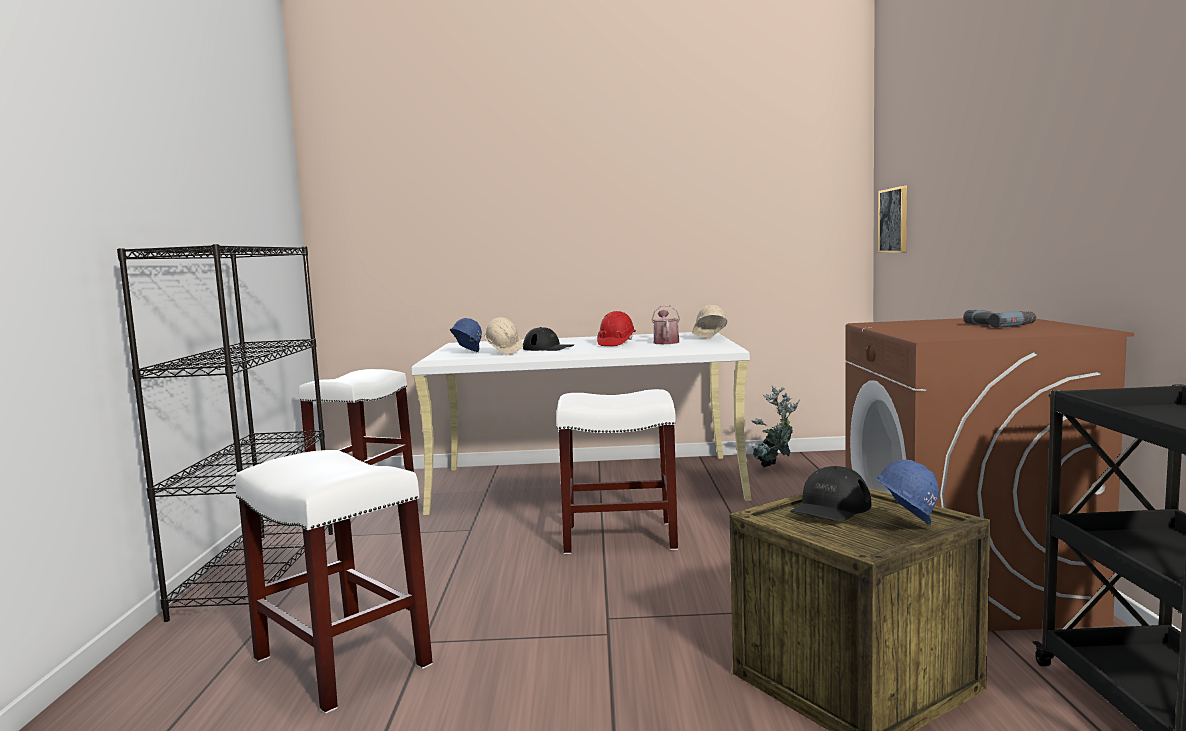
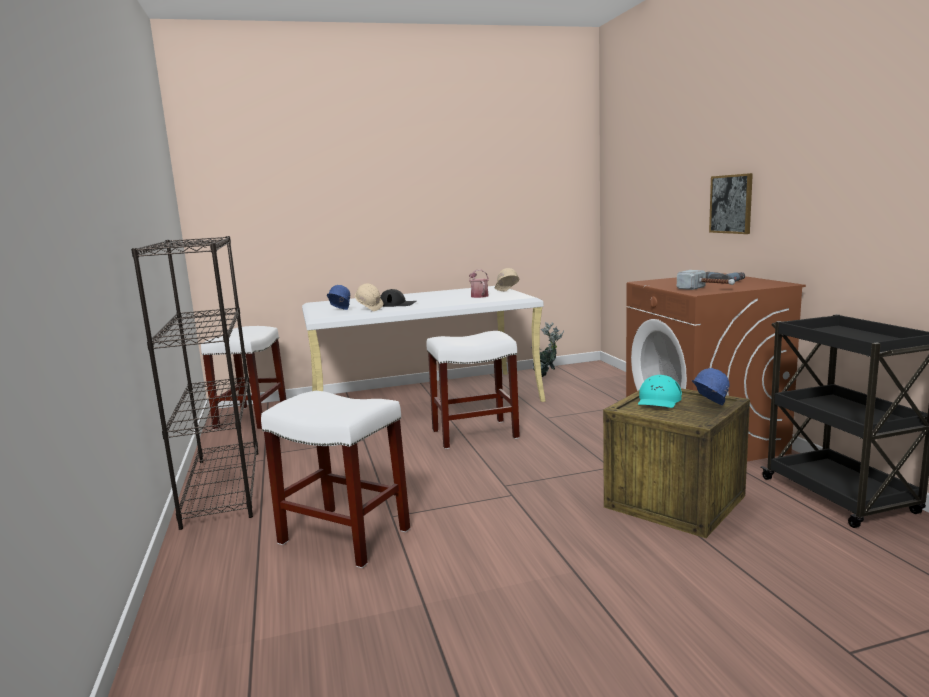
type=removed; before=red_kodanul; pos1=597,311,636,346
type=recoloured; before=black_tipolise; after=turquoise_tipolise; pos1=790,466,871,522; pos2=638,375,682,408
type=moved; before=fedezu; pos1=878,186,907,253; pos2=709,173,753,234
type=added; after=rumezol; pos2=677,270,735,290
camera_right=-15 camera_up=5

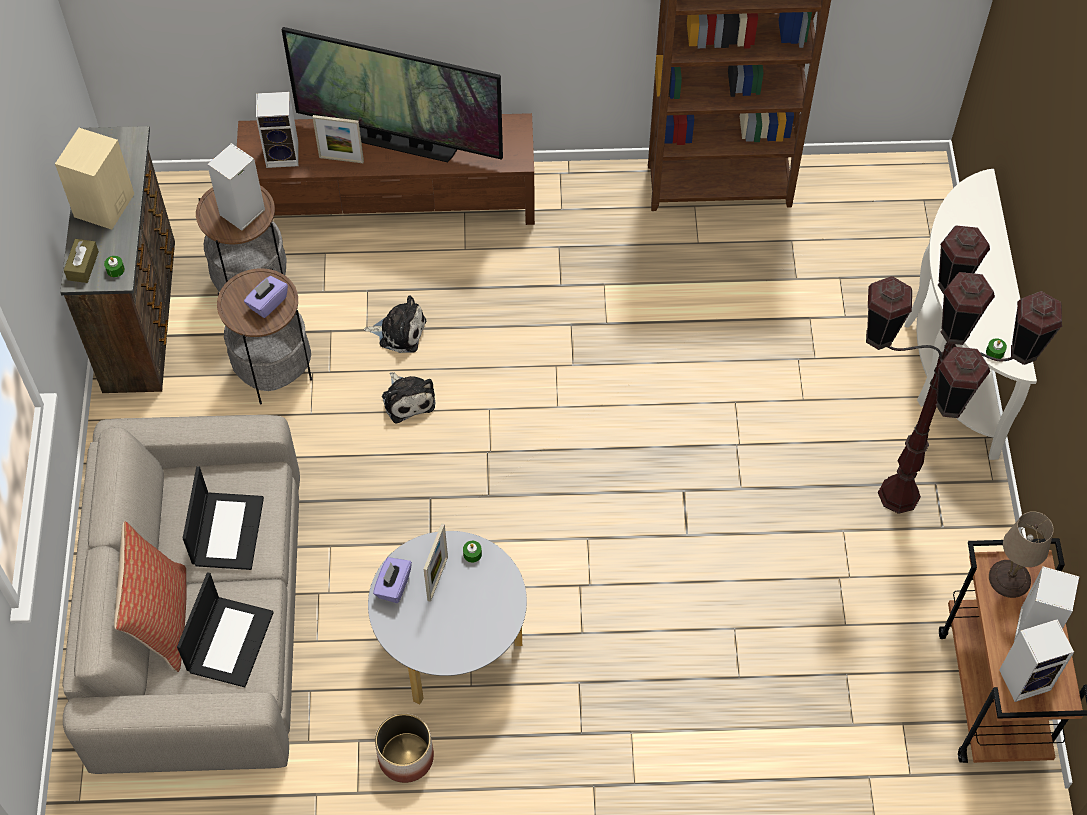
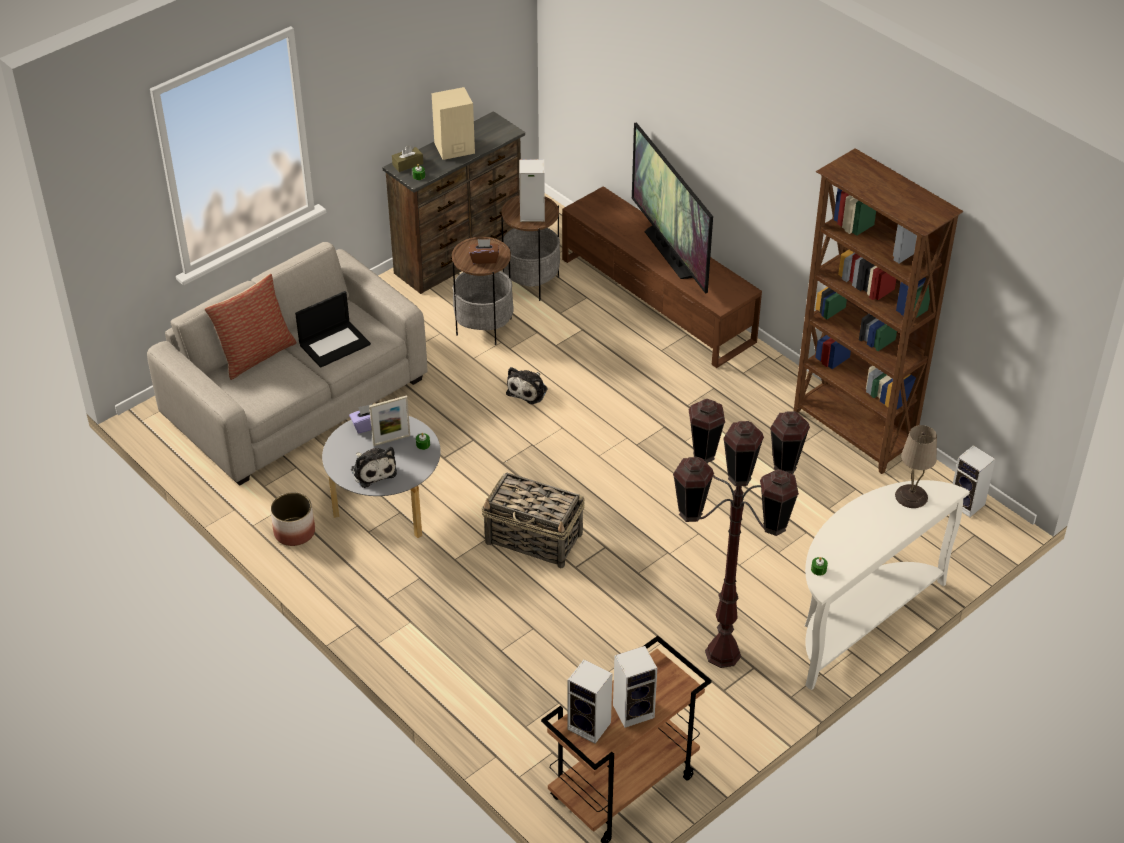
type=removed; before=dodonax; pos1=177,572,274,687
type=recoloured; before=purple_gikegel; after=brown_gikegel; pos1=244,276,288,318; pos2=469,239,499,264
type=moved; before=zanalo; pos1=256,92,299,168; pos2=953,445,996,517
type=removed; before=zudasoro; pos1=313,115,364,163
type=moved; before=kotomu; pos1=364,295,426,353; pos2=351,447,397,488
type=moved; before=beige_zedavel; pos1=989,511,1054,598; pos2=895,425,937,508
type=added; after=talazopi; pos2=482,472,585,569
camera_right=50 camera_up=-15

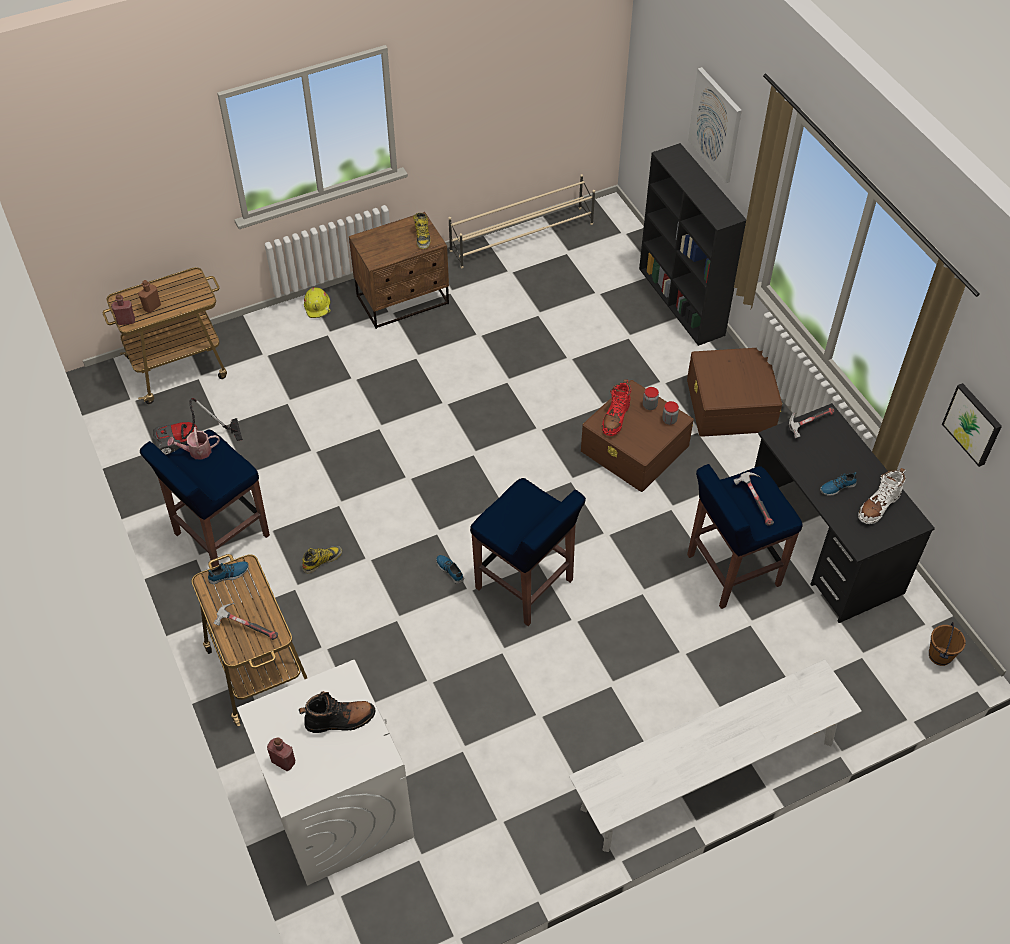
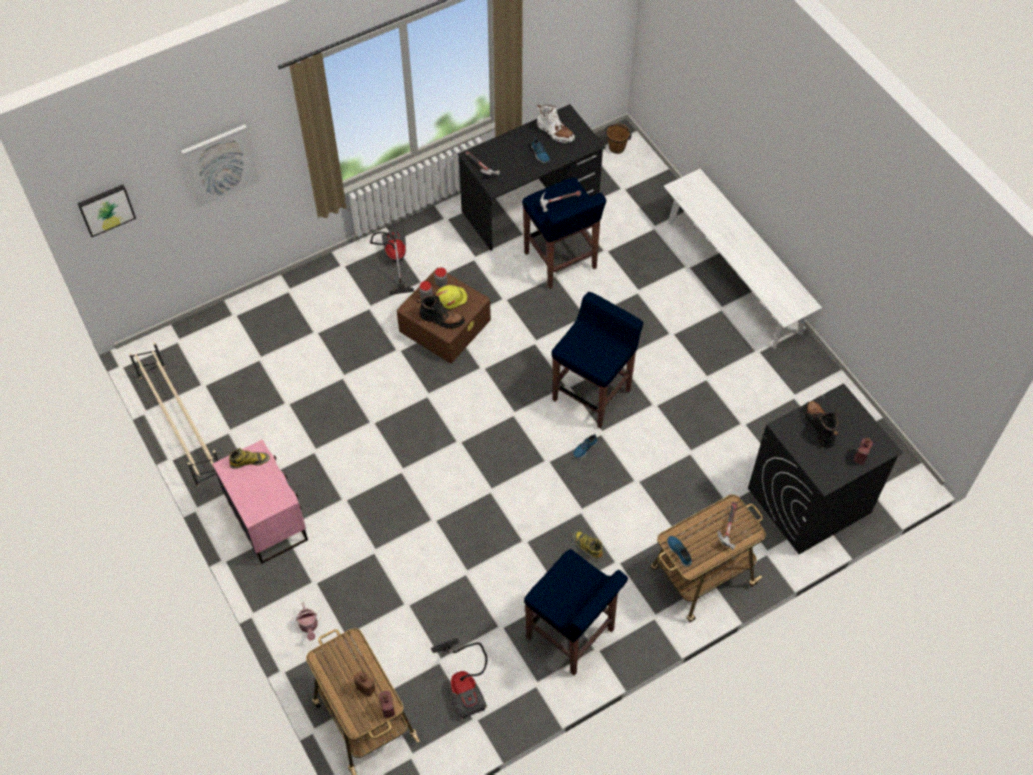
type=moved; before=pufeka; pos1=167,427,220,460; pos2=296,602,318,641
type=recoloured; before=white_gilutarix; after=black_gilutarix; pos1=237,660,414,886; pos2=748,383,903,554
type=moved; before=yellow_kodanul; pos1=304,287,331,318; pos2=436,285,467,309
type=recoloured; before=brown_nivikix; after=pink_nivikix; pos1=349,212,449,329; pos2=212,440,308,564
type=recoloured; before=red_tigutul; after=black_tigutul; pos1=602,379,631,436; pos2=417,295,465,328
type=removed; before=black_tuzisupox; pos1=639,143,746,346
type=replaced; before=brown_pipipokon; after=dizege; pos1=687,348,782,437; pos2=370,230,414,295
type=moved; before=fedezu; pos1=942,383,1002,467; pos2=77,184,136,237
camera_right=-95 camera_up=5

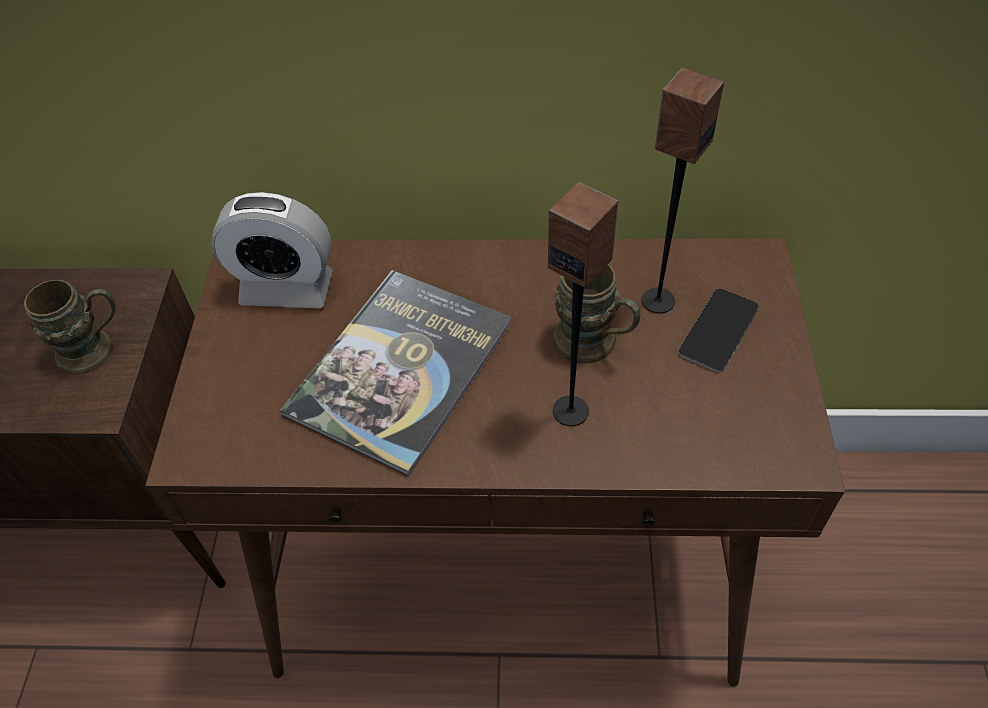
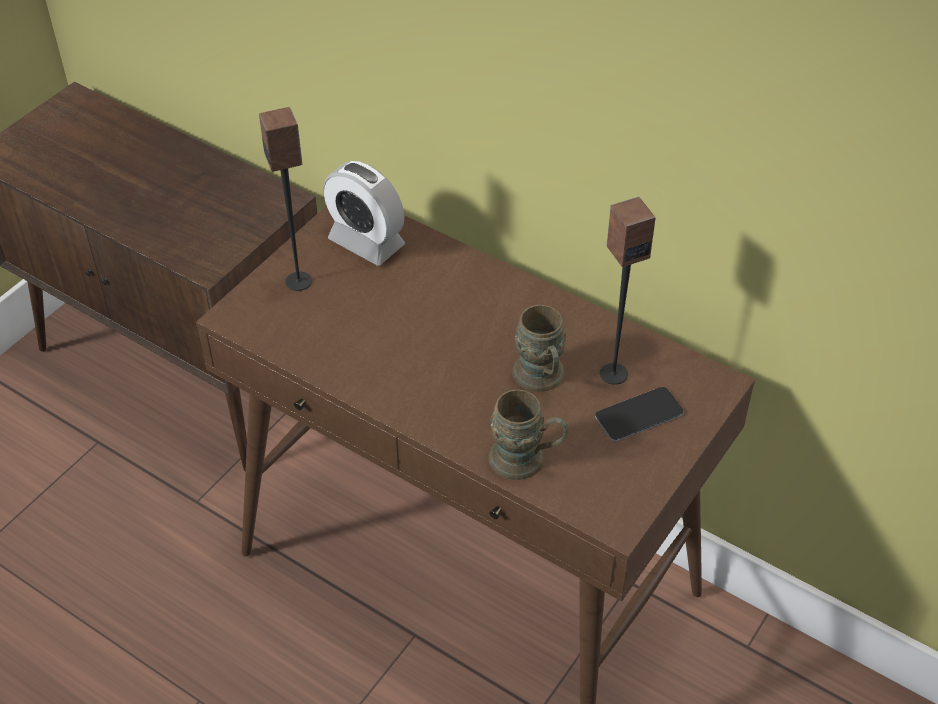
type=moved; before=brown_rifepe; pos1=24,280,116,375; pos2=488,389,568,480
type=removed; before=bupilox; pos1=280,270,511,476
type=moved; before=zanalo; pos1=548,182,618,426; pos2=259,107,312,291
camera_right=30 camera_up=-5

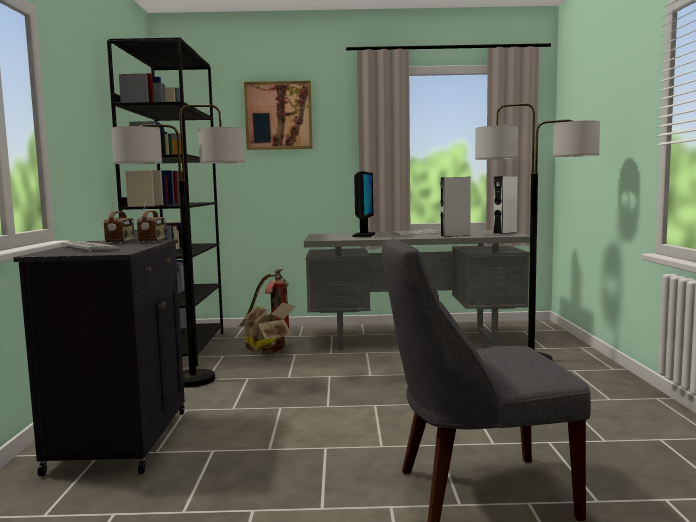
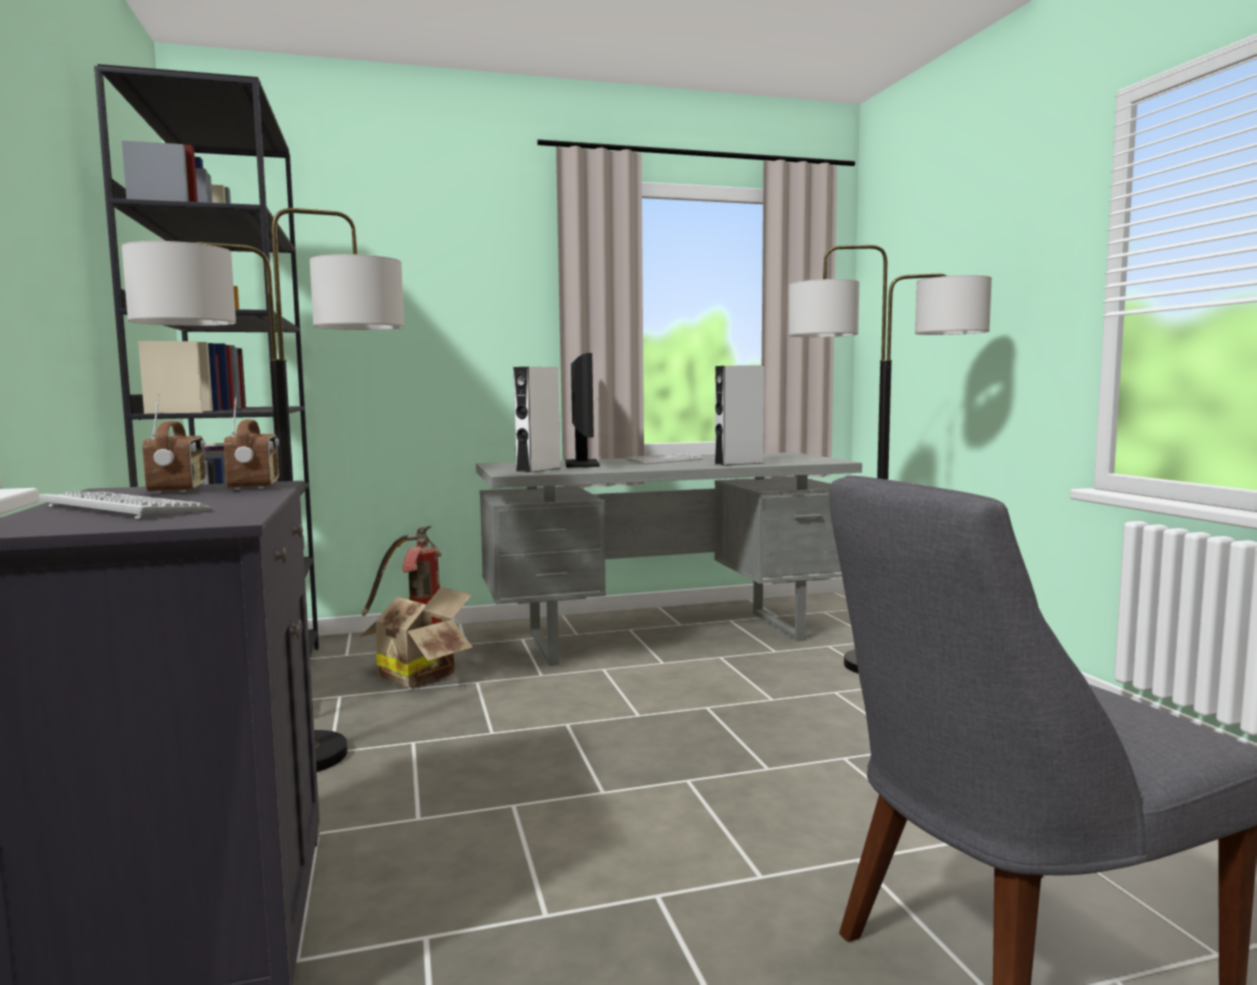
type=removed; before=fedezu; pos1=244,81,313,150
type=moved; before=white_zanalo; pos1=493,176,518,234; pos2=513,367,560,473
camera_right=-15 camera_up=0

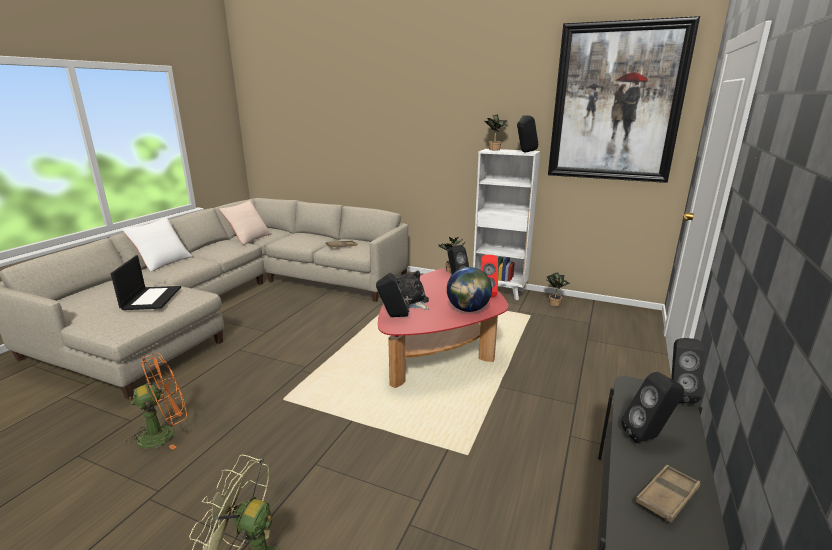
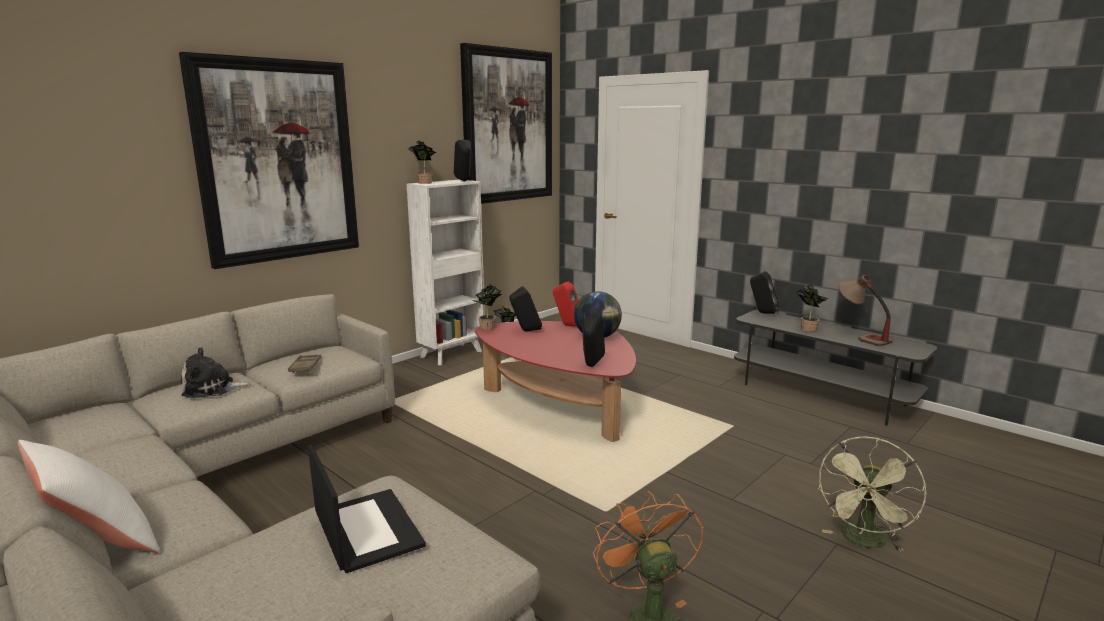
type=turned; before=dodonax; pos1=111,255,181,310; pos2=308,445,426,573; turn=45
type=removed; before=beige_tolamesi; pos1=219,200,272,245
type=moved; before=kotomu; pos1=396,271,429,310; pos2=181,347,251,398
type=replaced; before=black_zanalo; after=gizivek; pos1=621,372,684,443; pos2=796,284,828,332
type=replaced; before=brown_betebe; after=zedavel; pos1=636,465,701,523; pos2=838,275,893,346
type=added; after=fedezu; pos2=179,52,359,269
camera_right=-70 camera_up=-5

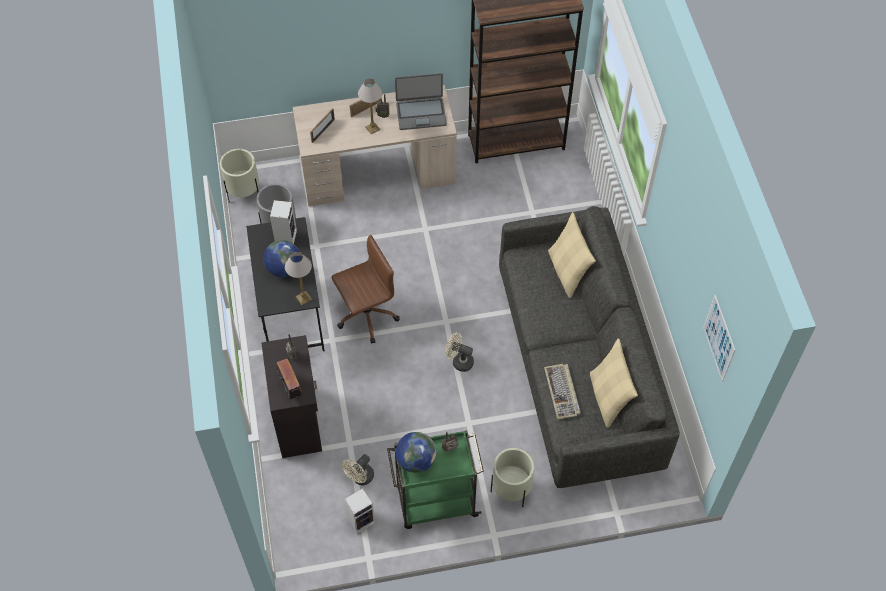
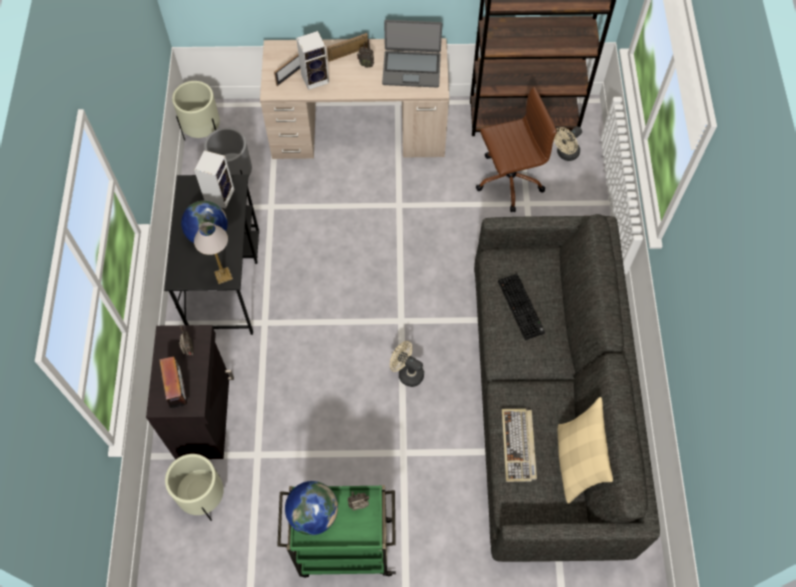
type=moved; before=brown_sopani; pos1=331,235,400,344; pos2=476,86,557,212
type=moved; before=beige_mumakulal; pos1=342,454,374,485; pos2=554,126,582,161
type=moved; before=zanalo; pos1=344,488,375,534; pos2=296,31,329,90
type=removed; before=zedavel; pos1=358,79,383,134
type=moved; before=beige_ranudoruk; pos1=491,448,534,507; pos2=165,454,224,521
type=removed; before=beige_tolamesi; pos1=548,212,596,298
type=removed; before=fedezu; pos1=703,295,735,382
type=added; after=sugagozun; pos2=498,274,545,340
camera_right=10 camera_up=5

